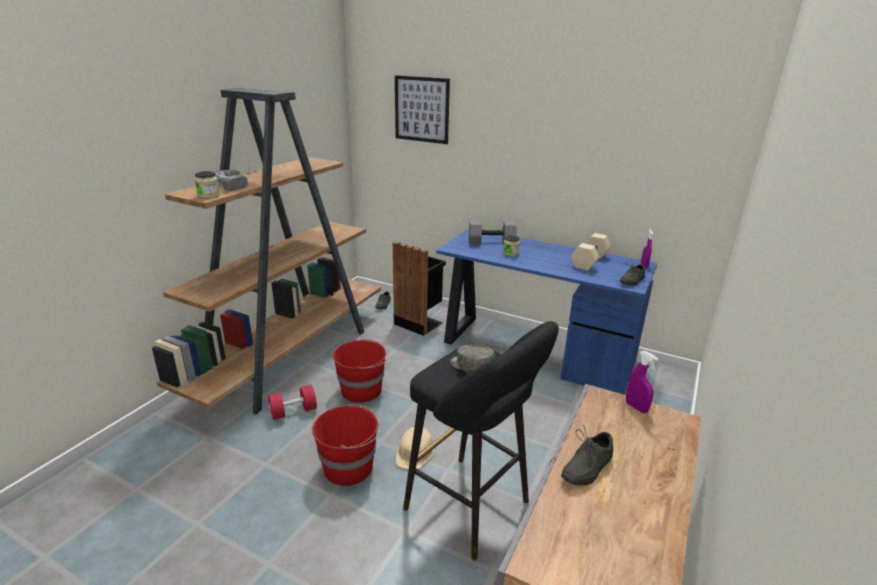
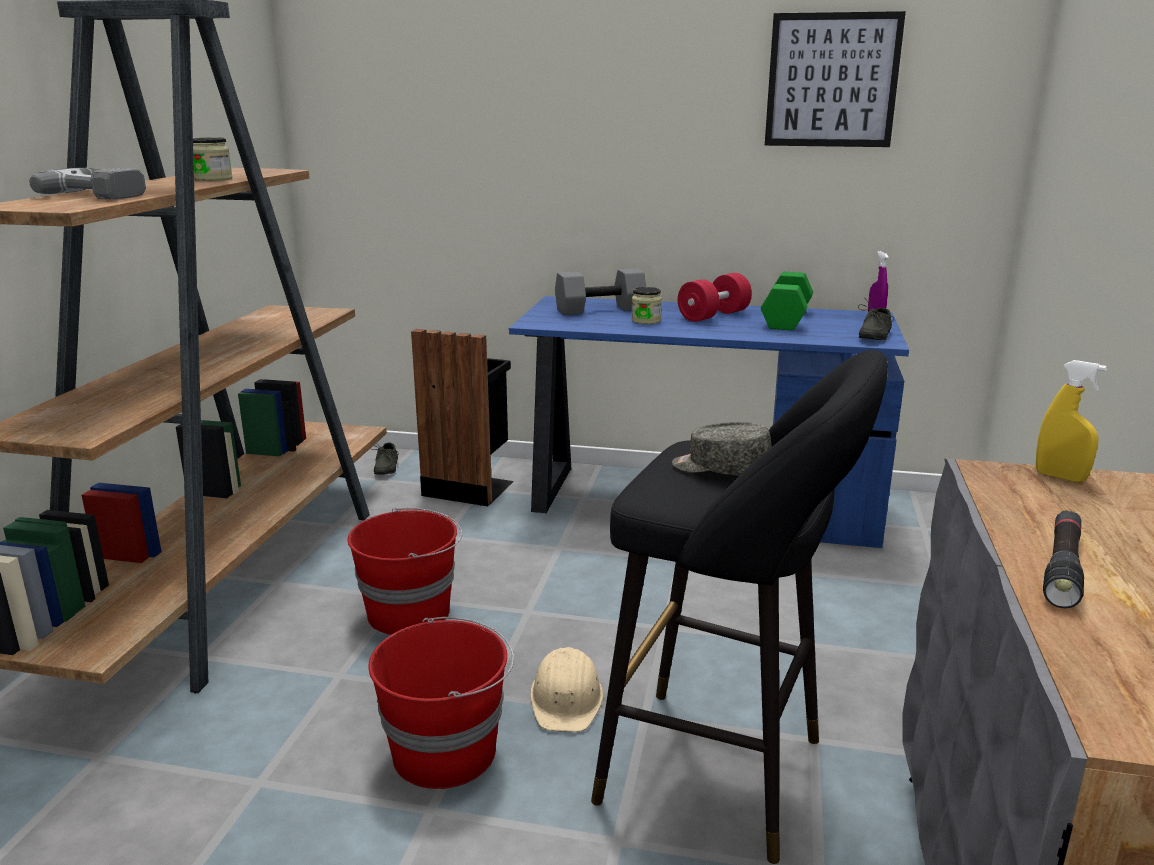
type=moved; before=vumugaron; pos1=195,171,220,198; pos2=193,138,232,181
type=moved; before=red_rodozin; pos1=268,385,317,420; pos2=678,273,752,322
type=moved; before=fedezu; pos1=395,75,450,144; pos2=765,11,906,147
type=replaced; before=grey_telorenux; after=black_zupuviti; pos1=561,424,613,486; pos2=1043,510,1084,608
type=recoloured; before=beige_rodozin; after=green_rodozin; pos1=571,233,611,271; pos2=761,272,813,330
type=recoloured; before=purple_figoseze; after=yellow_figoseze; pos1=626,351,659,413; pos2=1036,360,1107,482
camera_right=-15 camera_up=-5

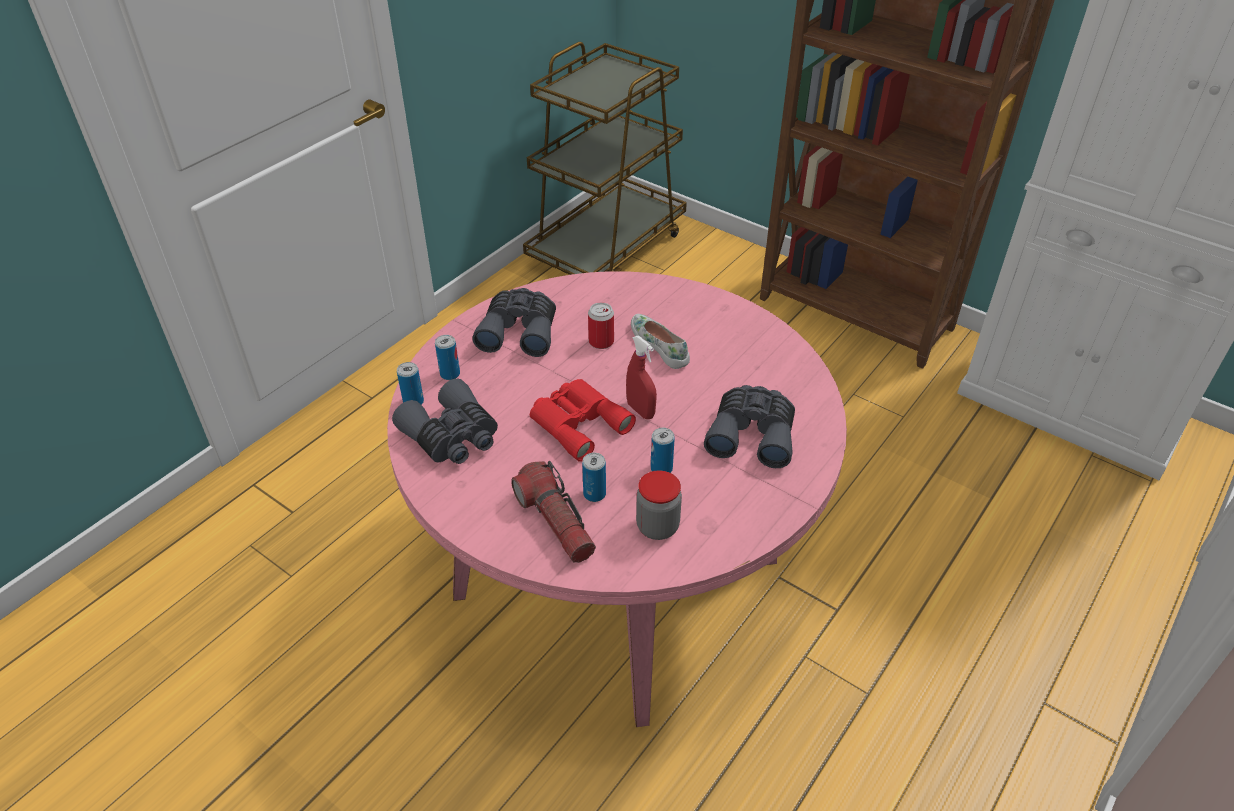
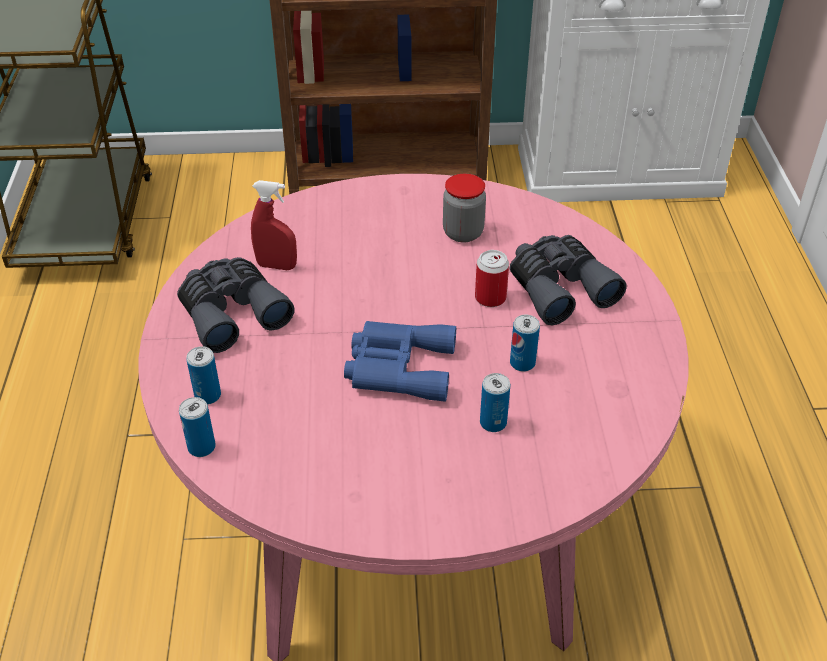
type=removed; before=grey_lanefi; pos1=392,379,498,464
type=removed; before=zupuviti; pos1=511,461,596,563
type=recoloured; before=red_lanefi; after=blue_lanefi; pos1=530,379,636,462; pos2=344,321,456,402
type=moved; before=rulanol; pos1=588,302,614,349; pos2=475,250,509,307
type=moved; before=red_figoseze; pos1=626,336,657,419; pos2=251,180,297,270
type=removed; before=white_telorenux; pos1=631,314,690,369
type=moved; before=vumugaron; pos1=636,470,682,540; pos2=443,174,486,243
camera_right=-40 camera_up=0

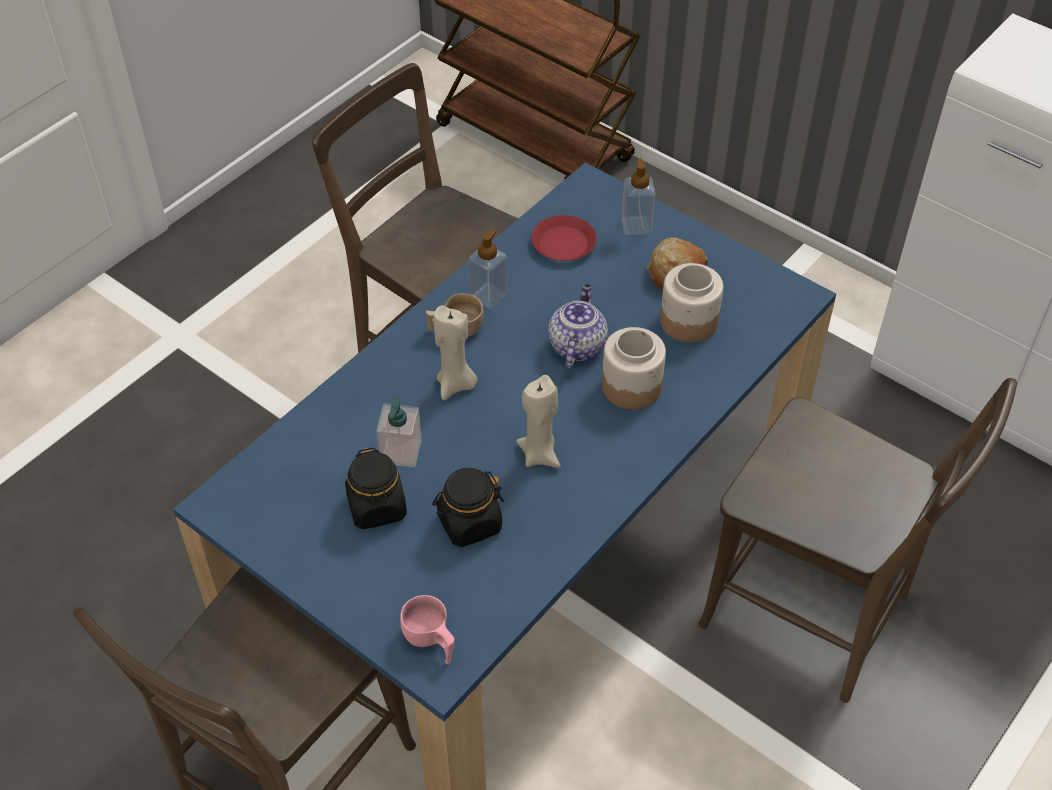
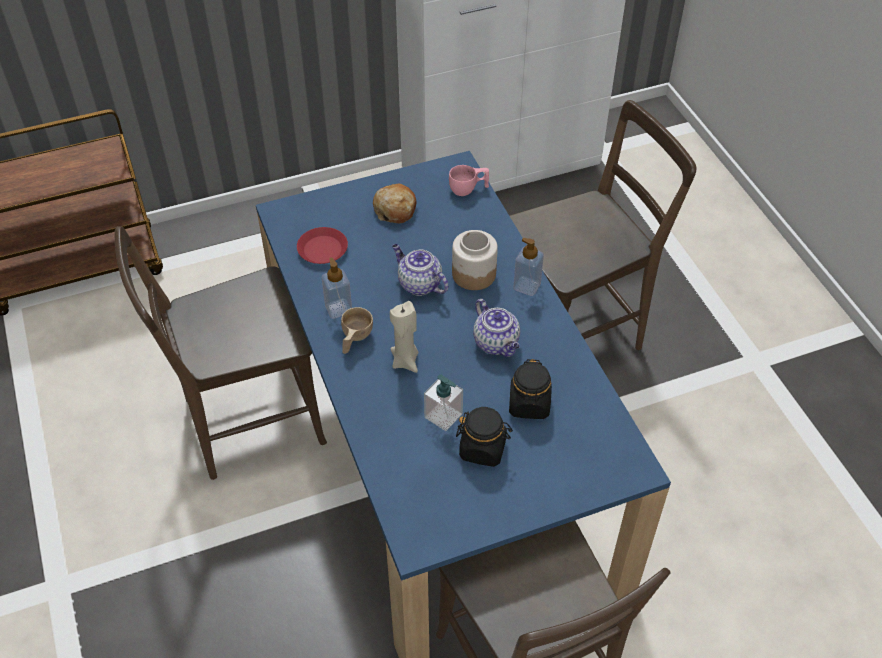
type=moved; before=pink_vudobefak; pos1=400,595,454,665; pos2=449,165,489,196
type=replaced; before=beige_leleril; after=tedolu; pos1=517,375,561,468; pos2=473,299,520,357
type=moved; before=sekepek; pos1=622,158,655,235; pos2=513,238,544,296
type=removed; before=vumugaron; pos1=660,263,723,343
camera_right=-60 camera_up=0

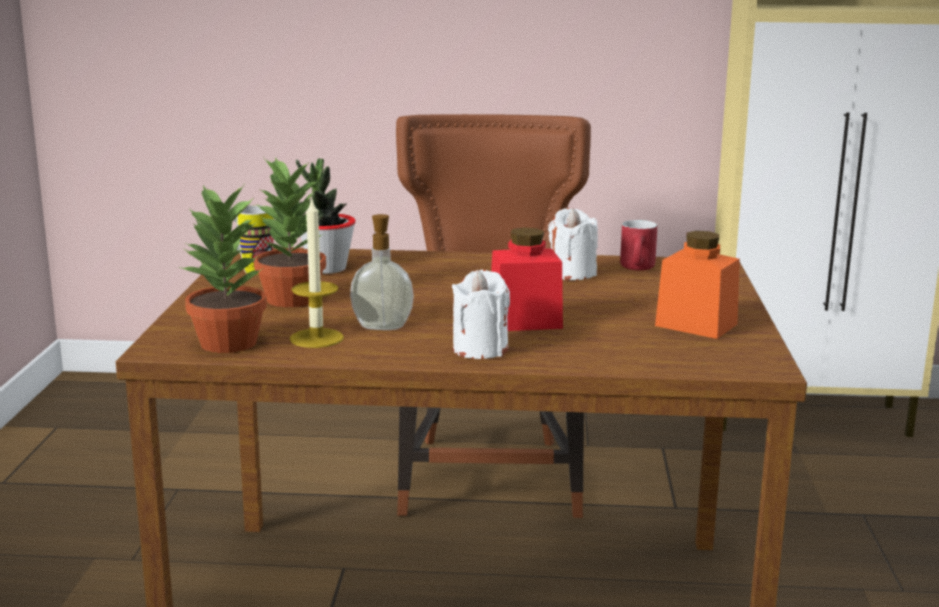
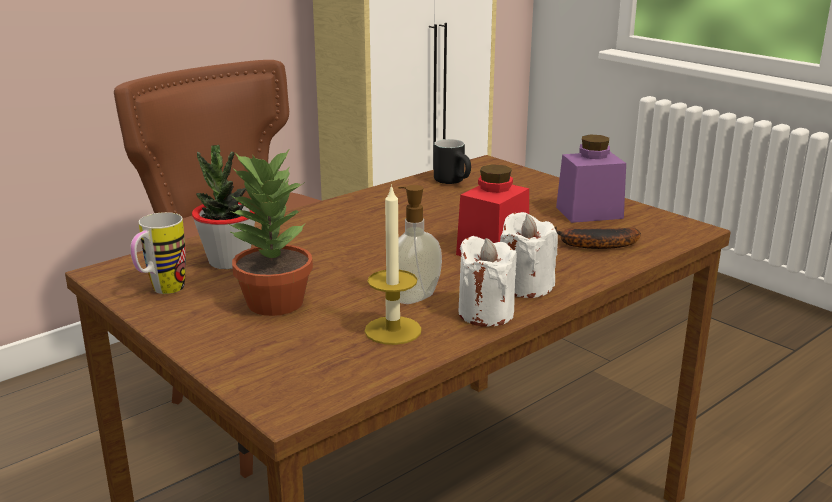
type=removed; before=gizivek; pos1=179,185,267,353
type=moved; before=white_leleril; pos1=548,208,598,280; pos2=458,236,517,327
type=recoloured; before=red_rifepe; after=black_rifepe; pos1=620,220,657,270; pos2=434,139,471,184
type=recoloured; before=orange_vumugaron; after=purple_vumugaron; pos1=655,231,740,339; pos2=556,135,626,223
type=added; after=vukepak; pos2=555,226,641,249
camera_right=-45 camera_up=5

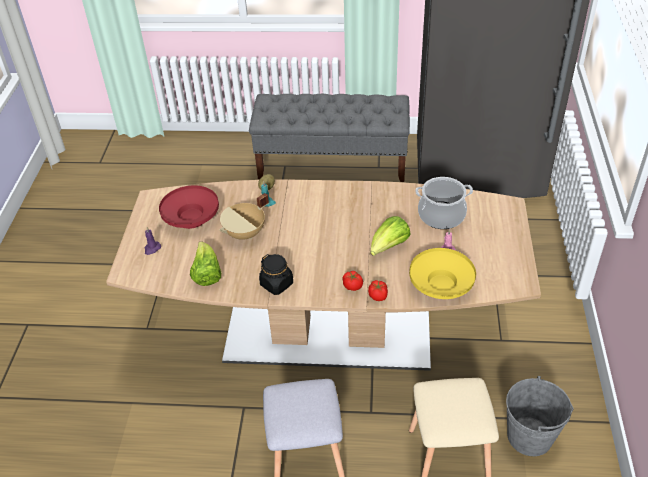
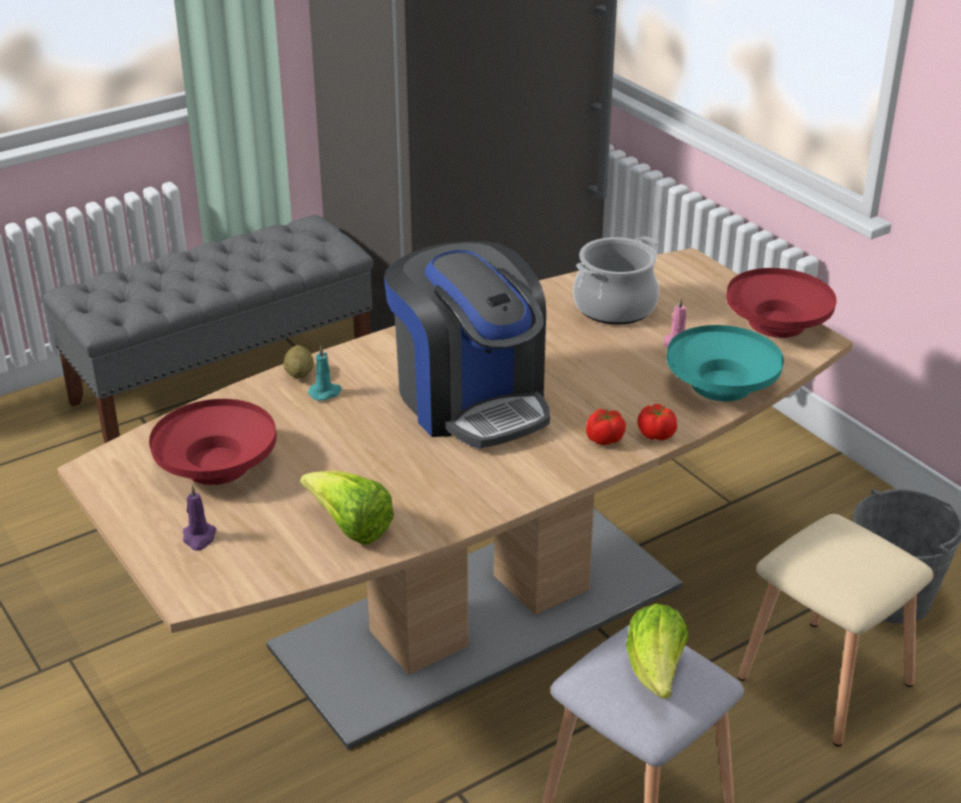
type=removed; before=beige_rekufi; pos1=219,193,269,240
type=removed; before=black_vumugaron; pos1=259,254,293,295
type=moved; before=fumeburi; pos1=371,216,411,256; pos2=626,604,689,699
type=recoloured; before=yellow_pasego; after=turquoise_pasego; pos1=409,248,476,299; pos2=667,325,784,402
type=added; after=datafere; pos2=384,241,550,448
type=added; after=red_pasego; pos2=726,268,837,338
camera_right=-40 camera_up=-10

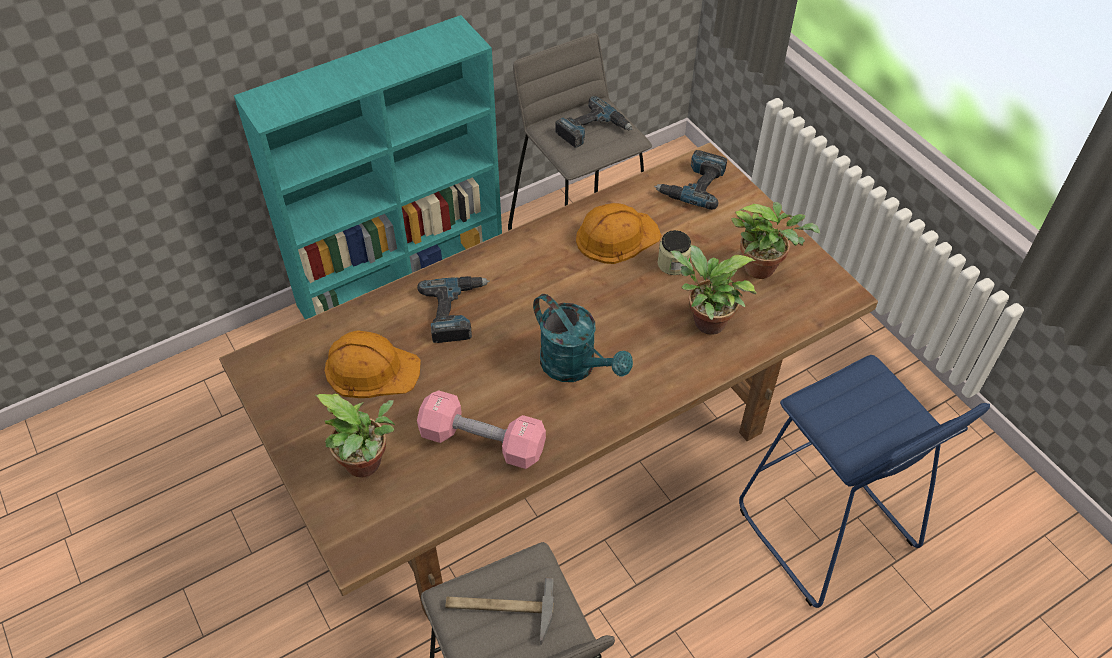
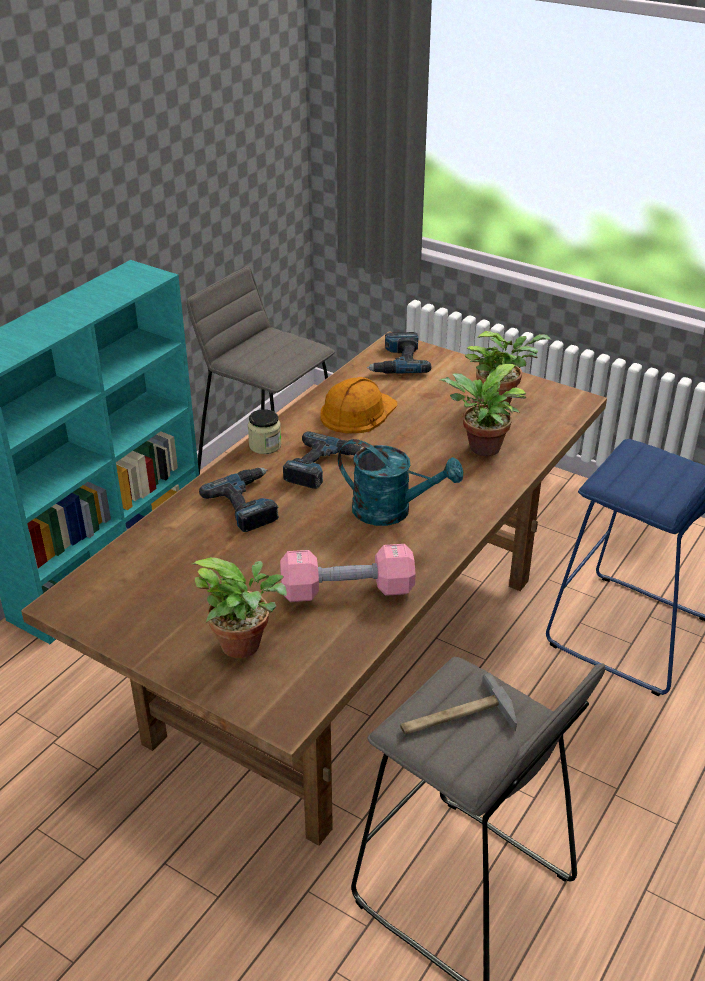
type=removed; before=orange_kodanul; pos1=325,330,421,398
type=moved; before=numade; pos1=555,96,632,148; pos2=283,432,363,489
type=moved; before=vumugaron; pos1=657,230,691,275; pos2=248,409,281,454
camera_right=-25 camera_up=-15

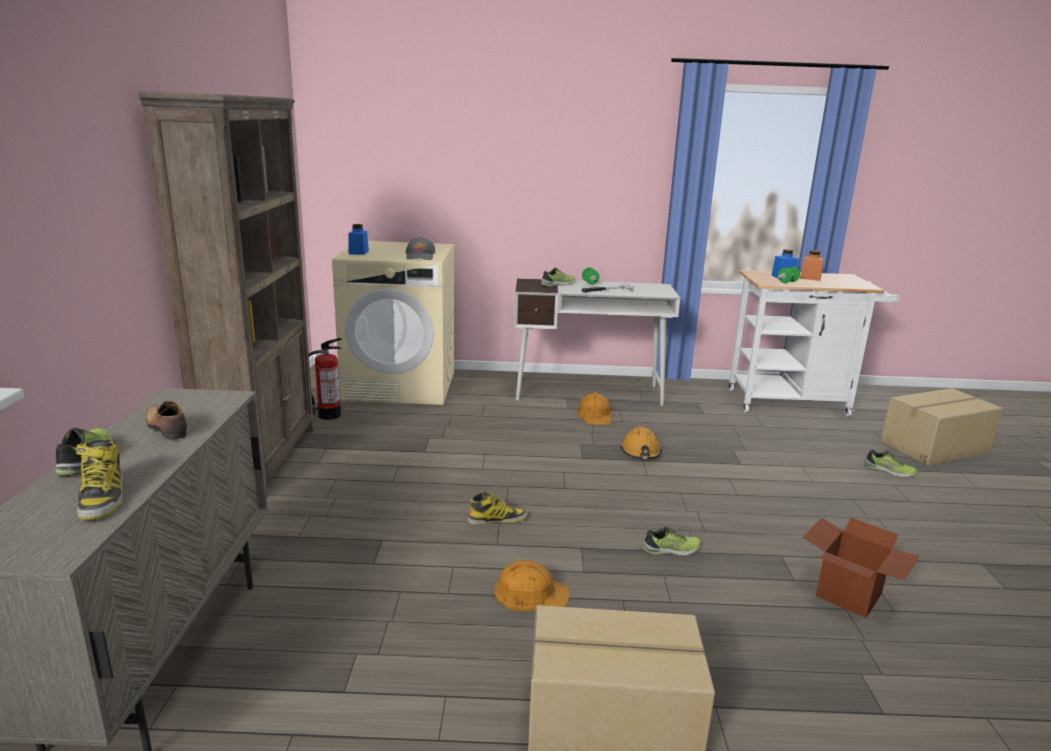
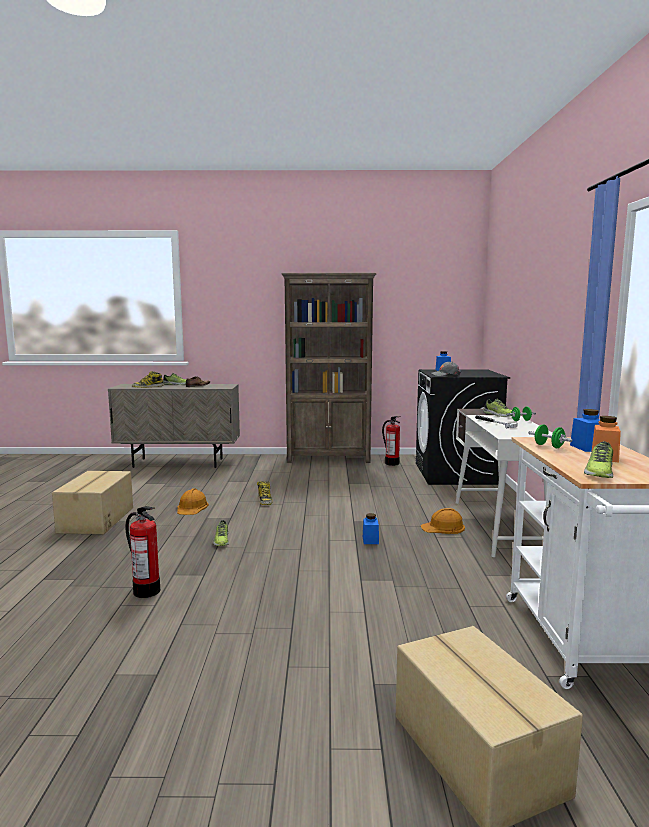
type=recoloured; before=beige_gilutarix; after=black_gilutarix; pos1=332,241,454,405; pos2=416,369,510,485
type=replaced; before=orange_kodanul; after=blue_vumugaron; pos1=620,427,661,459; pos2=363,513,379,544
type=replaced; before=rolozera; after=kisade; pos1=803,518,919,618; pos2=125,506,160,598
type=moved; before=telorenux; pos1=864,450,918,477; pos2=584,441,613,478
camera_right=90 camera_up=-10

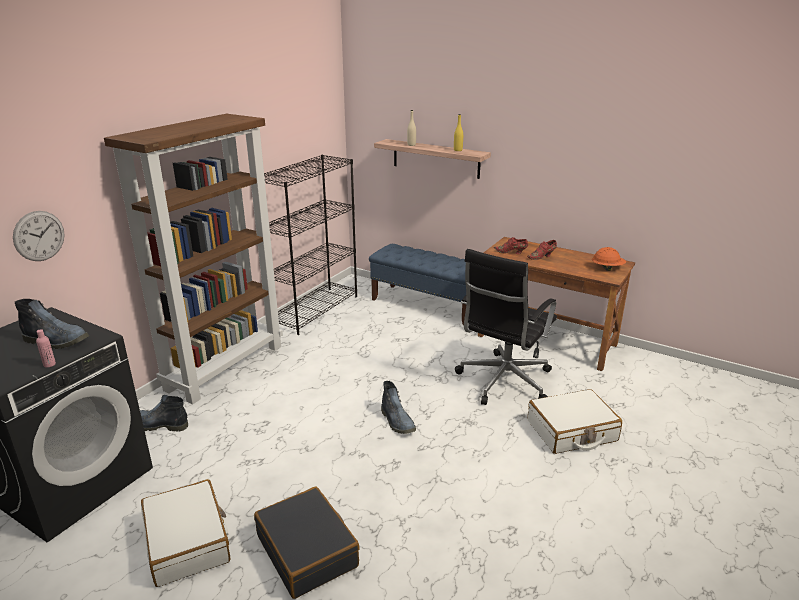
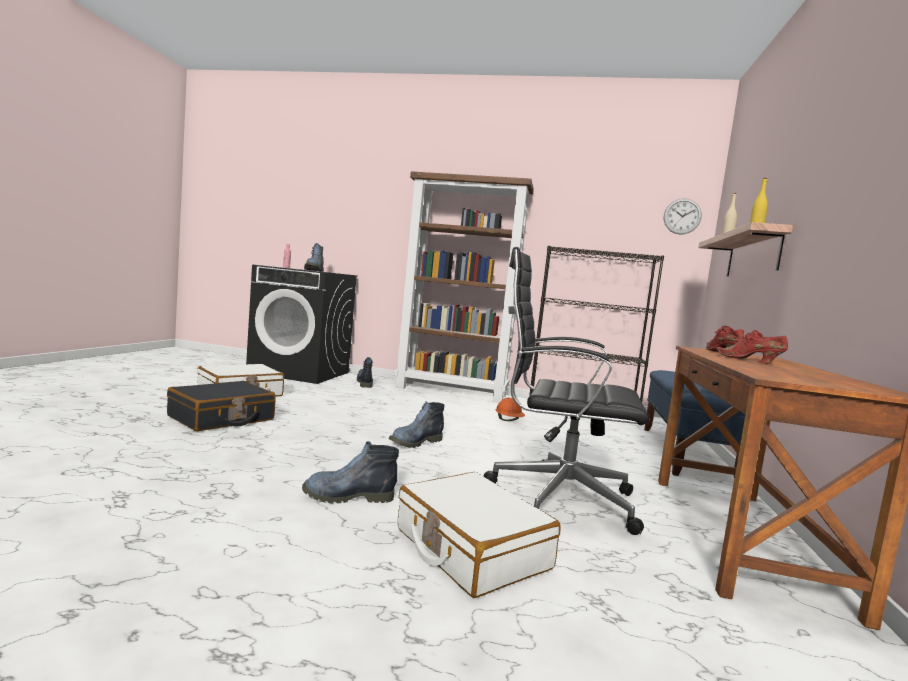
type=moved; before=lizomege; pos1=13,211,65,261; pos2=664,198,702,235
type=moved; before=orange_kodanul; pos1=592,247,626,271; pos2=496,398,525,421
type=added; after=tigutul; pos2=302,441,399,503
camera_right=70 camera_up=-20

